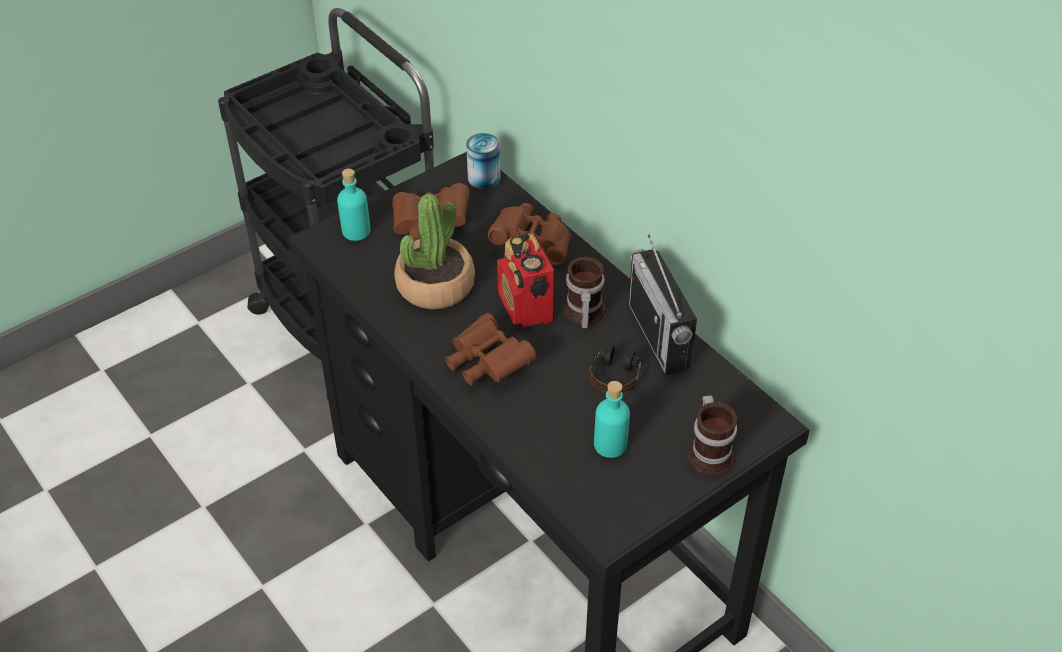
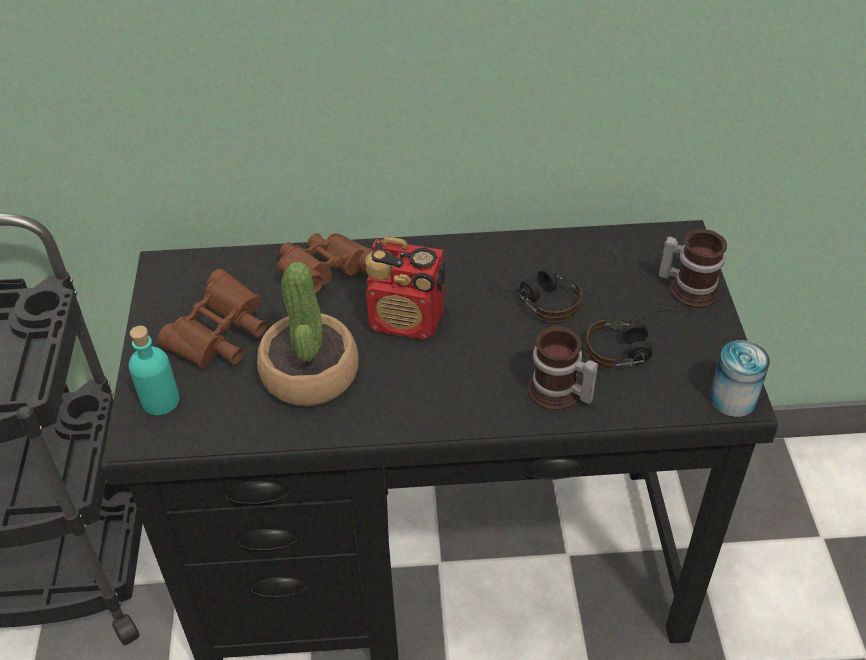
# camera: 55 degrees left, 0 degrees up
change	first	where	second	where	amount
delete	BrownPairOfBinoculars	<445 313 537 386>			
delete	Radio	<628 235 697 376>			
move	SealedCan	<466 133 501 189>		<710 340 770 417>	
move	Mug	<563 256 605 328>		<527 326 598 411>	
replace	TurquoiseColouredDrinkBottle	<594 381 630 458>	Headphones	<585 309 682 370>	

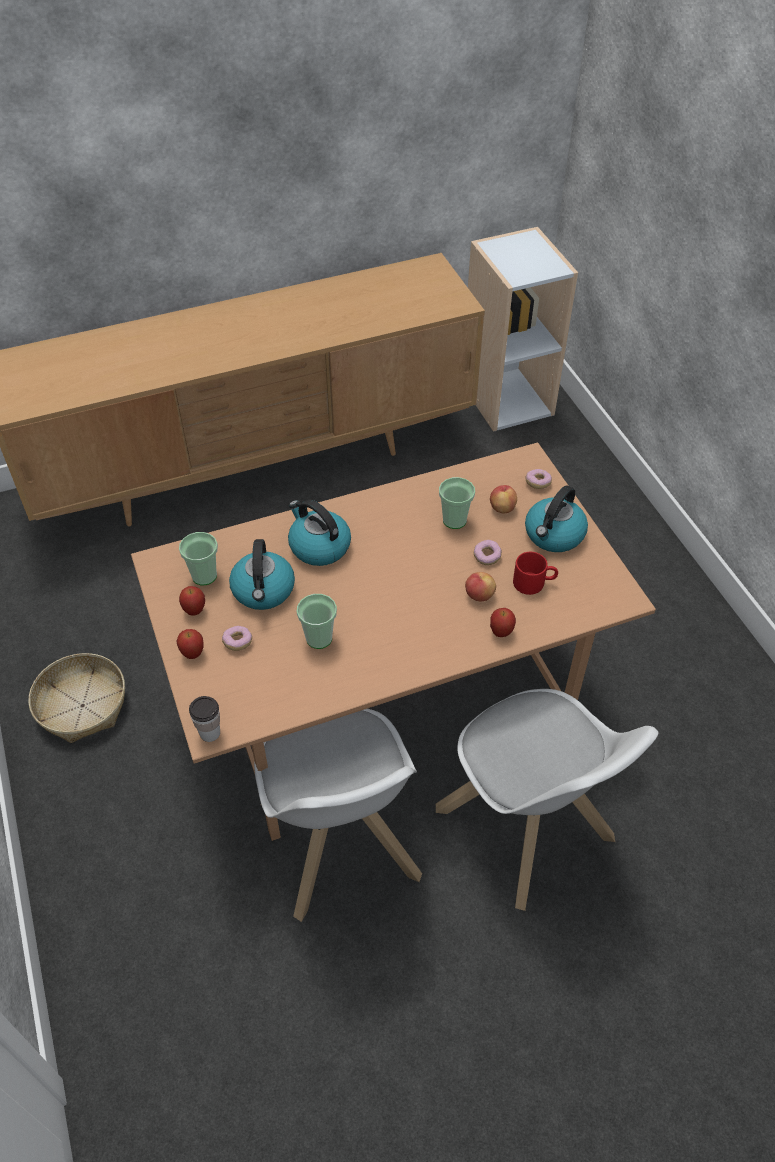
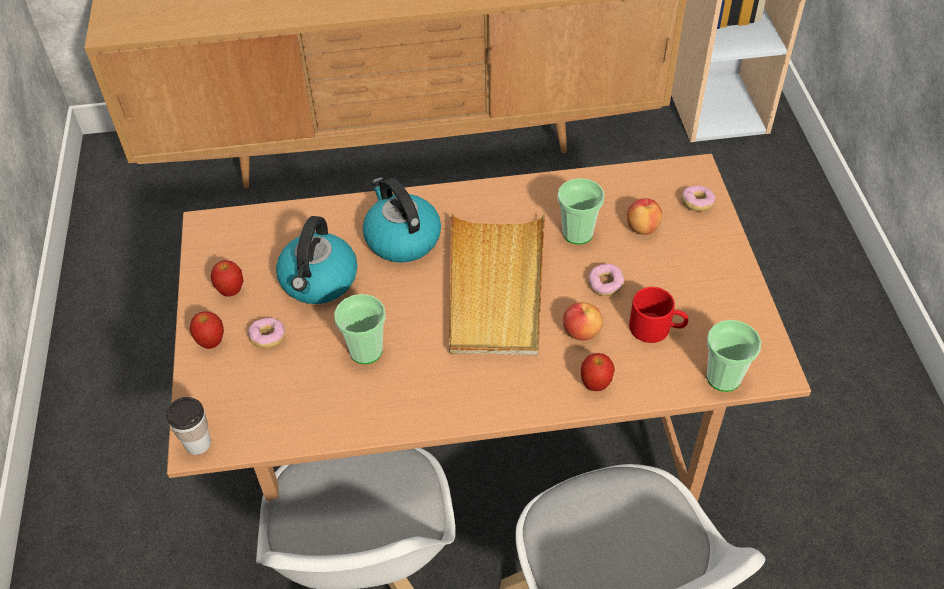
# camera: 15 degrees right, 0 degrees up
change	first	where	second	where	amount
delete	StorageBasket	<28 653 125 743>			
delete	TeaKettle	<525 486 588 552>			
insert			BeigeColouredServingTray	<449 213 545 355>	
move	Cup	<179 532 218 585>		<707 320 761 392>	

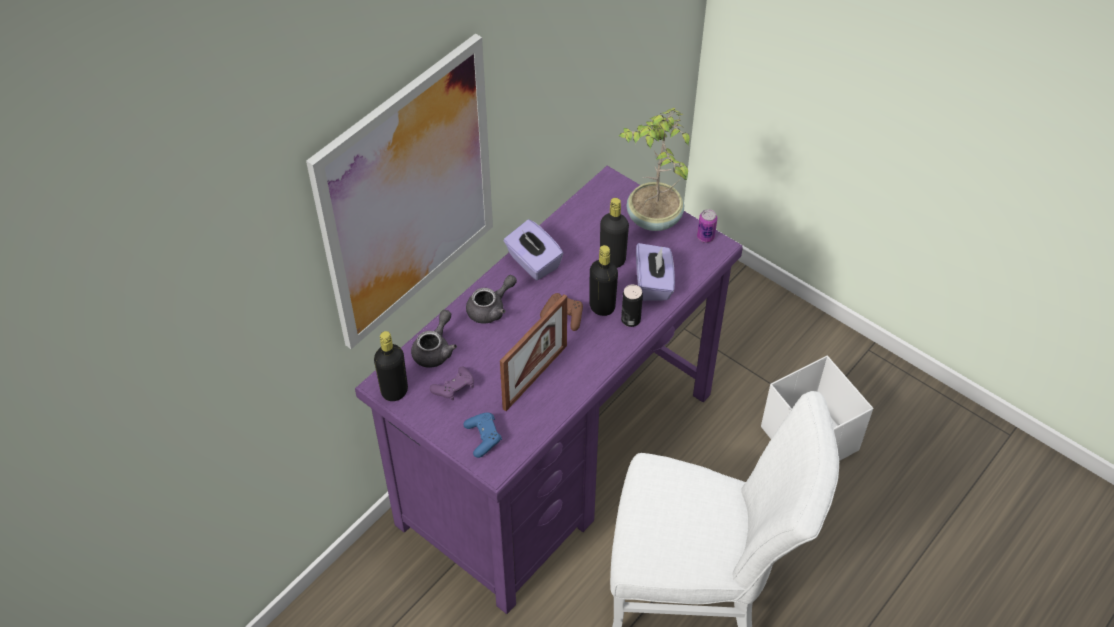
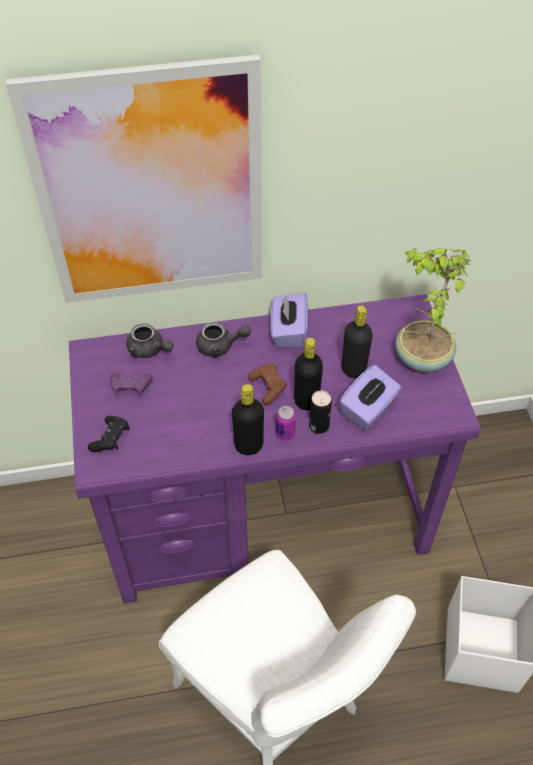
# camera: 40 degrees right, 0 degrees up
change	first	where	second	where	amount
delete	PhotoFrame	<500 294 567 411>			
move	BlackishDrinkBottle	<374 331 408 401>		<232 384 264 455>	
move	SealedCan	<697 209 717 243>		<276 406 296 441>	
recolor	BlueColouredGamepad	<463 413 502 458>	BlackishGamepad	<88 416 130 452>	
rotate	GreyishTeapot	<411 310 457 368>		<127 323 173 358>	60 degrees clockwise

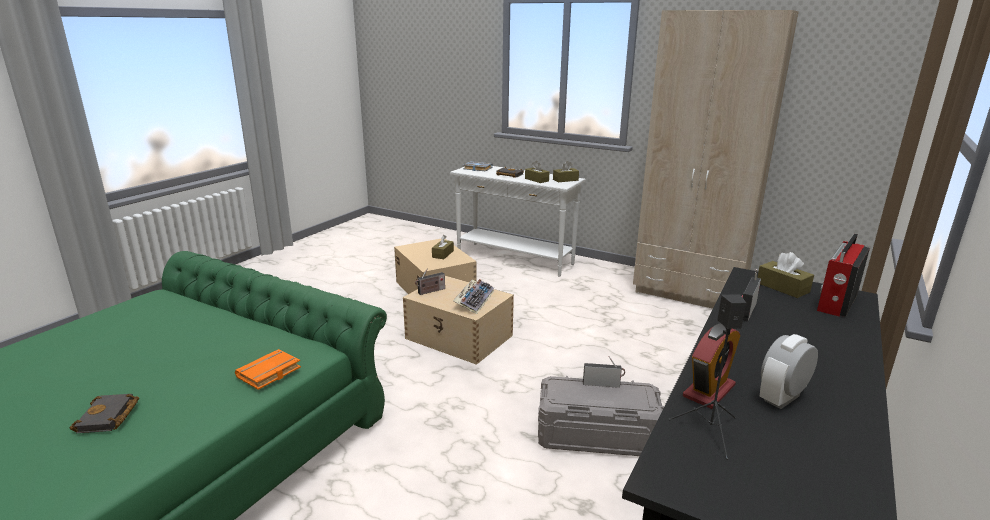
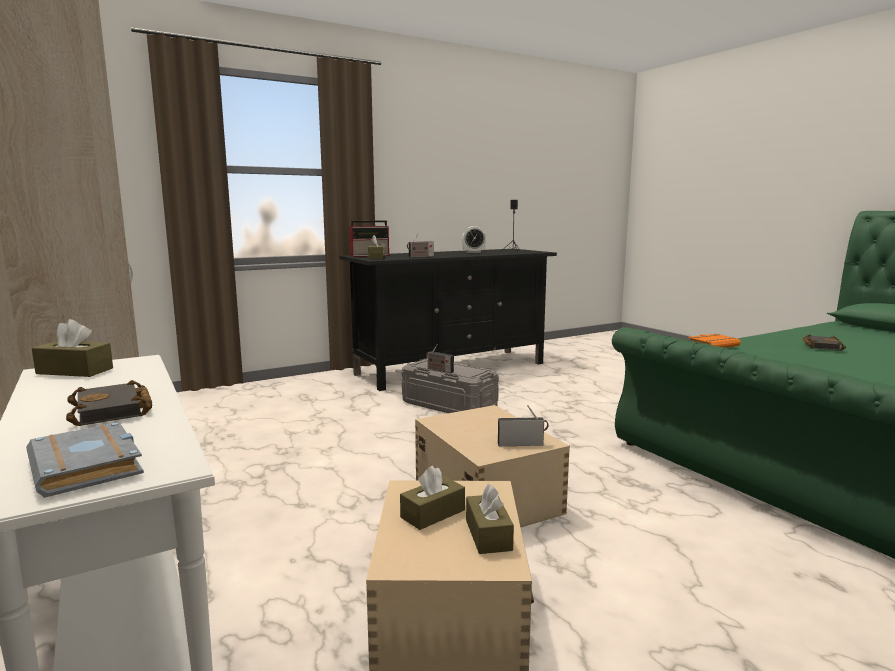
# camera: 150 degrees left, 10 degrees down
change	first	where	second	where	amount
delete	ComputerKeyboard	<453 279 494 314>			
delete	AlarmClock	<683 323 740 409>			
move	BrownTissueHolder	<525 161 549 183>		<466 484 514 554>	

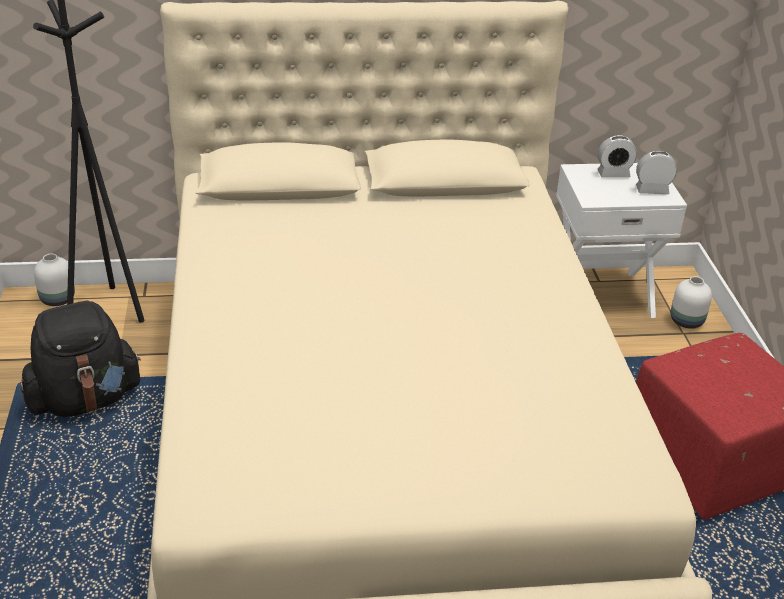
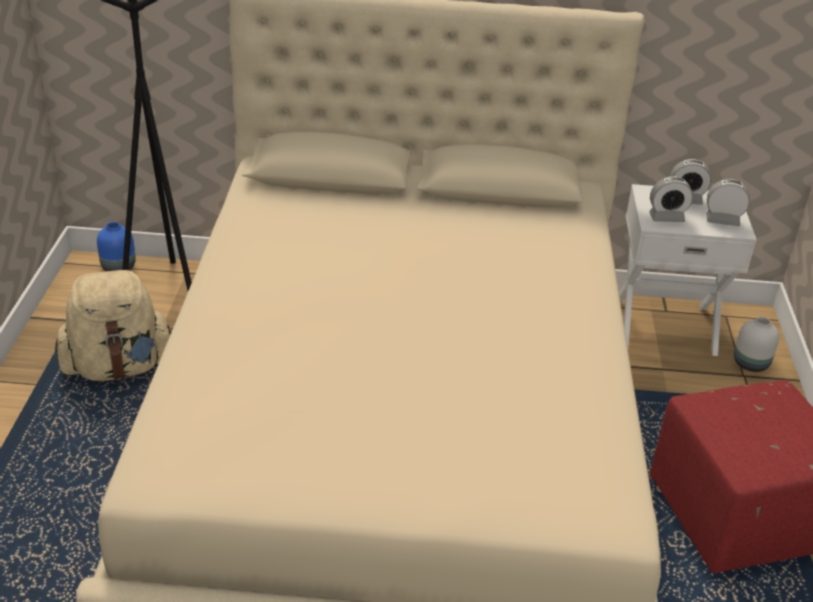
# camera: 10 degrees right, 0 degrees up
change	first	where	second	where	amount
insert			AlarmClock	<649 176 693 222>	
recolor	BlackishBackpack	<20 300 141 417>	BeigeColouredBackpack	<55 270 172 381>	
recolor	WhiteColouredVase	<34 254 75 306>	BlueColouredVase	<97 222 136 272>	

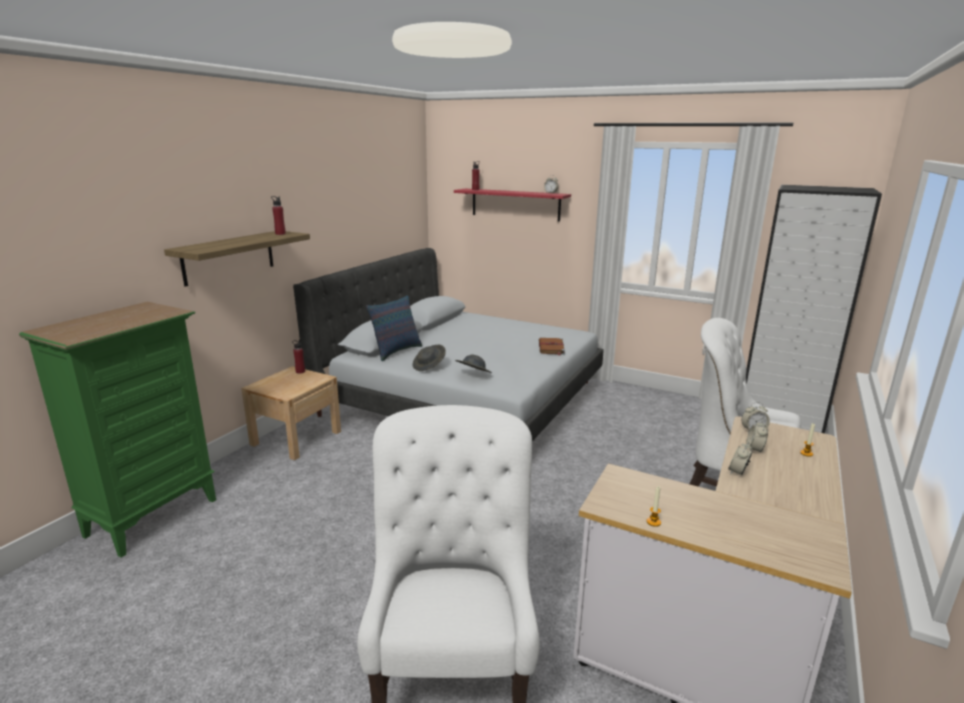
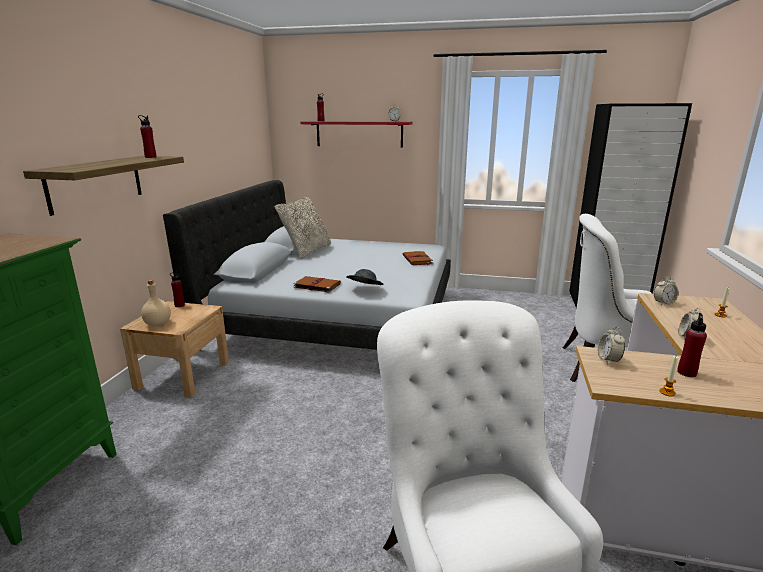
# camera: 15 degrees left, 0 degrees up
change	first	where	second	where	amount
delete	BlueColouredThrowPillow	<366 296 422 361>			
insert			BeigeColouredDrinkBottle	<141 280 171 326>	
insert			BeigeColouredThrowPillow	<274 197 331 259>	
insert			RedDrinkBottle	<677 313 707 377>	
move	AlarmClock	<746 420 768 452>		<598 327 625 364>	
replace	GreyishClothingHat	<412 345 446 371>	BrownBook	<294 276 341 293>	

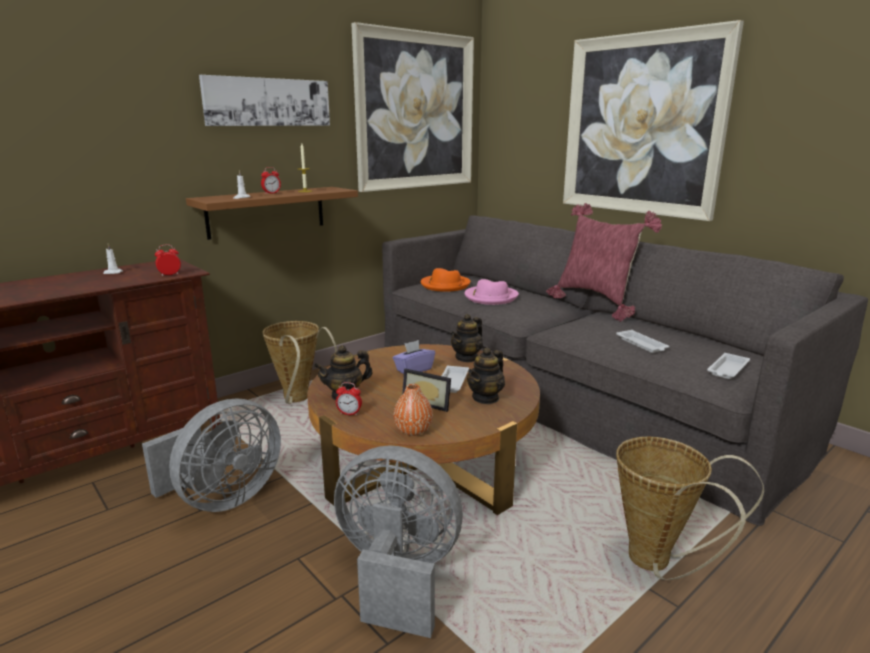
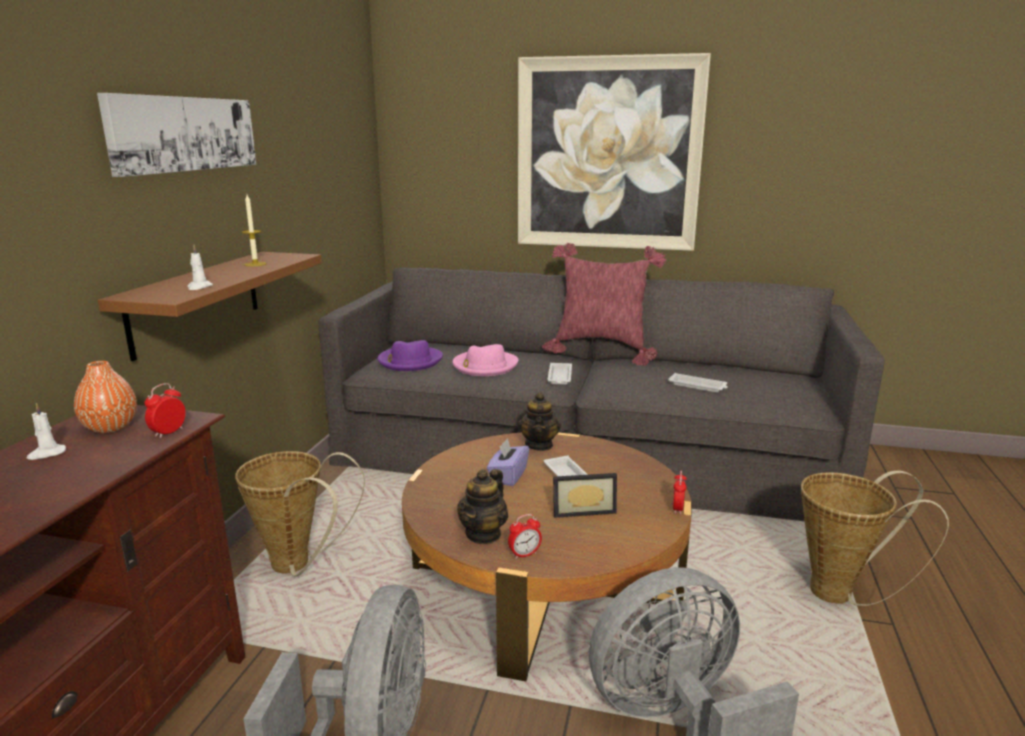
# camera: 35 degrees left, 0 degrees up
change	first	where	second	where	amount
delete	Picture	<351 22 474 192>			
delete	Teapot	<467 347 505 404>			
move	AlarmClock	<261 167 281 194>		<673 471 687 515>	
move	OrangeVase	<394 384 433 436>		<74 361 137 433>	
move	WhiteColouredServingTray	<707 353 750 379>		<547 363 572 385>	
recolor	OrangeClothingHat	<421 268 471 292>	PurpleClothingHat	<377 340 443 371>	

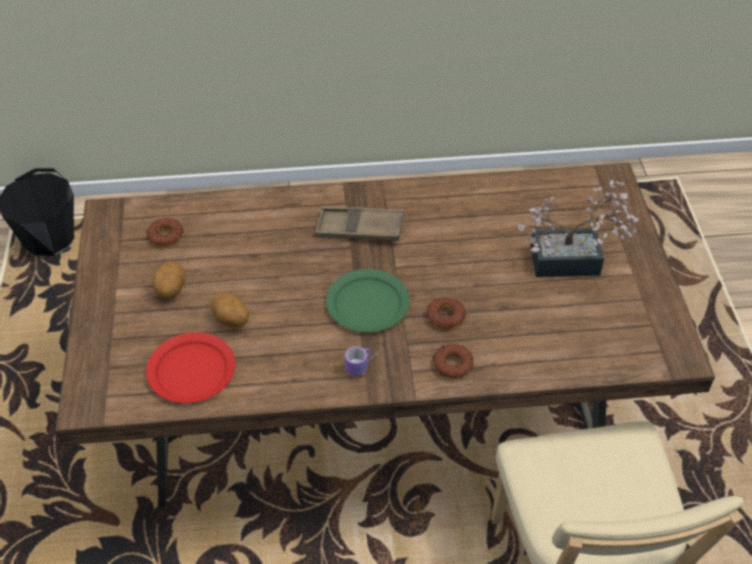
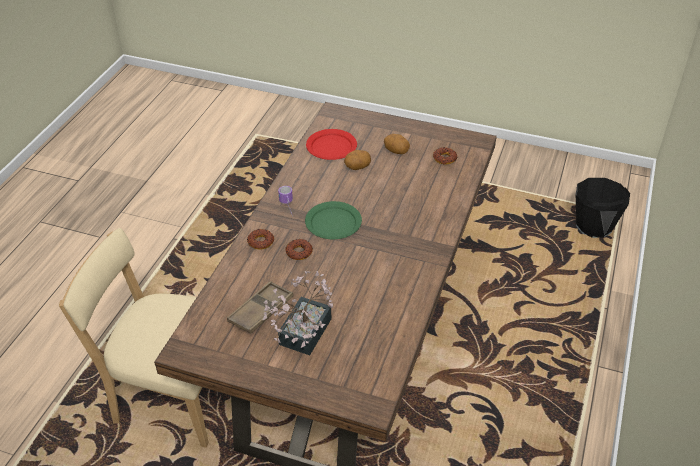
# camera: 115 degrees right, 5 degrees down
change	first	where	second	where	amount
move	BrownServingTray	<315 207 404 241>		<227 281 294 334>	

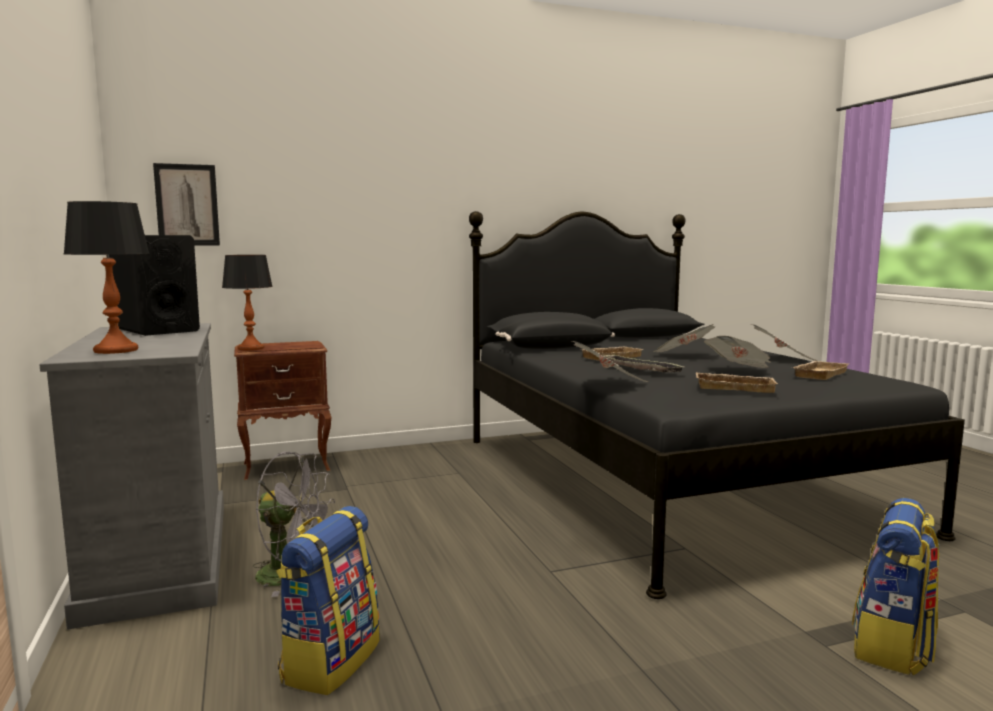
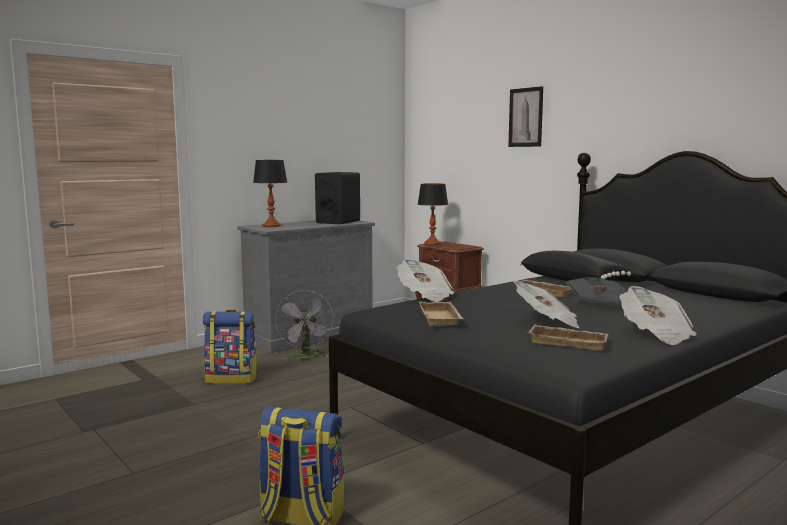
# camera: 70 degrees right, 0 degrees up
change	first	where	second	where	amount
delete	ServingTray	<604 354 683 372>			
move	Picture	<153 163 220 246>		<508 86 543 147>	

